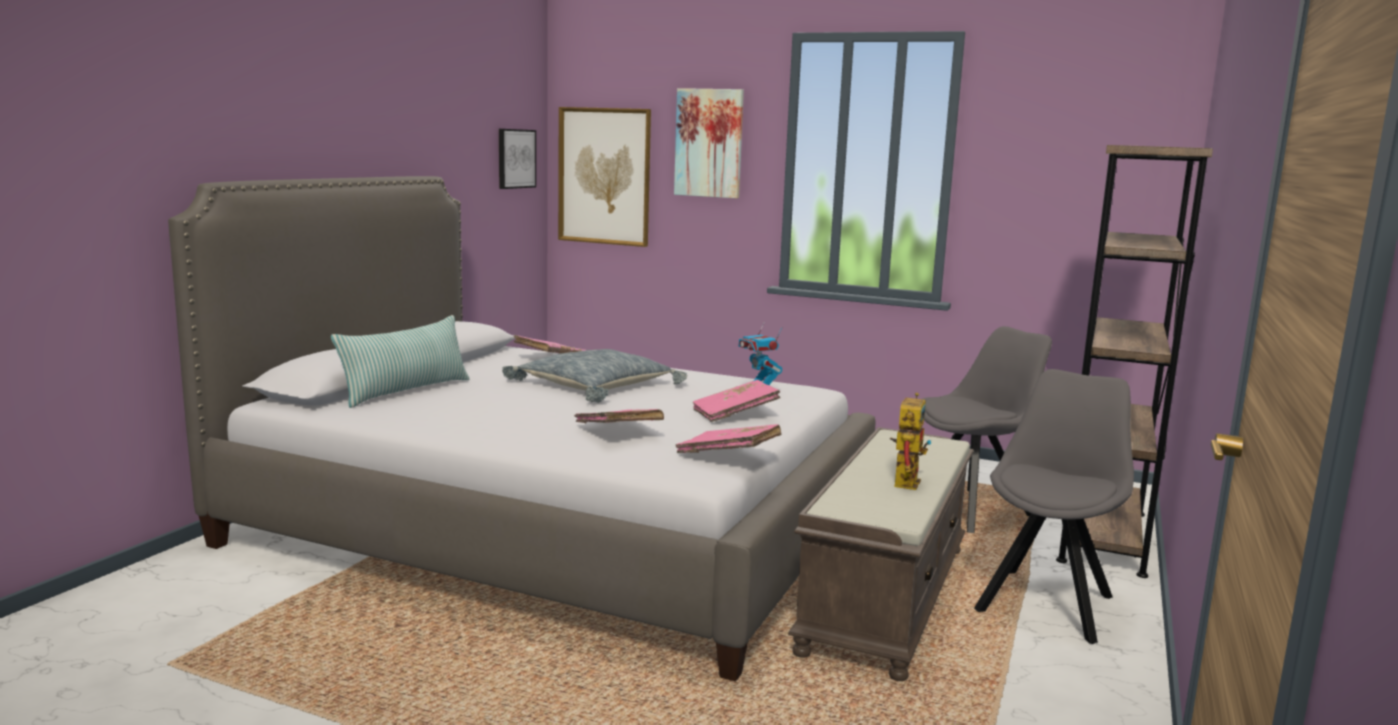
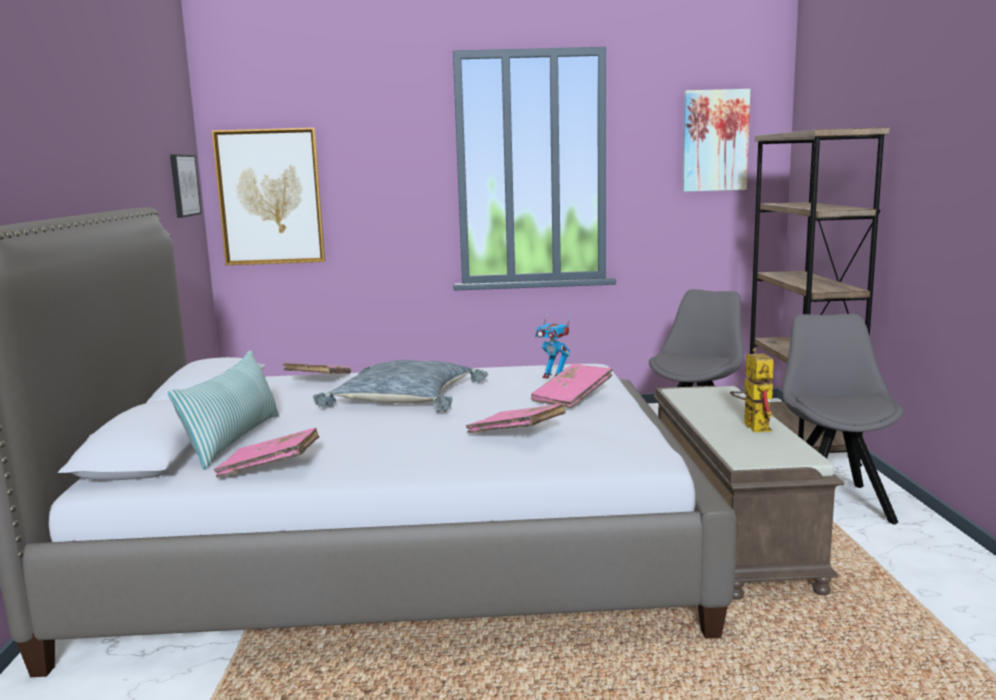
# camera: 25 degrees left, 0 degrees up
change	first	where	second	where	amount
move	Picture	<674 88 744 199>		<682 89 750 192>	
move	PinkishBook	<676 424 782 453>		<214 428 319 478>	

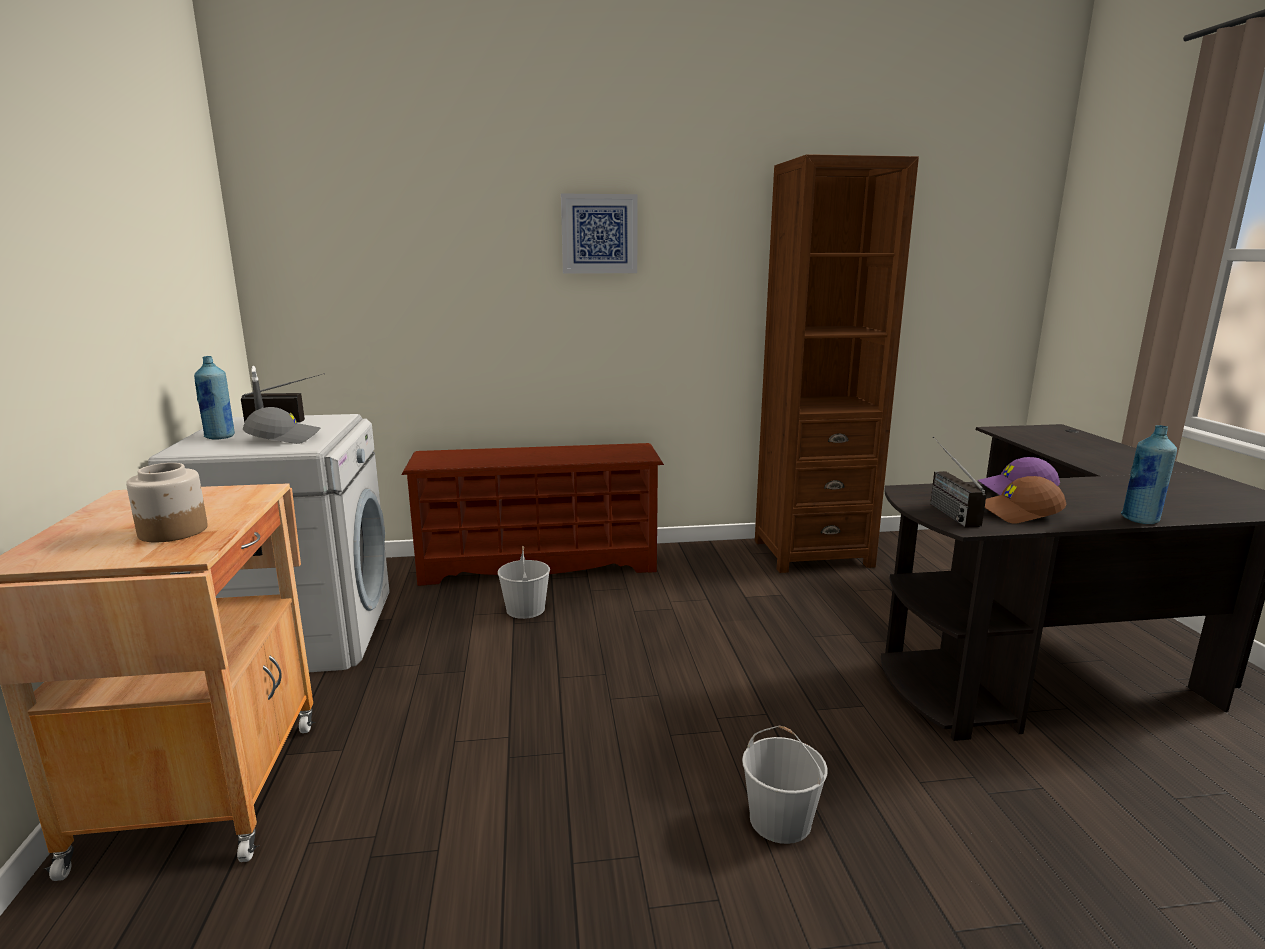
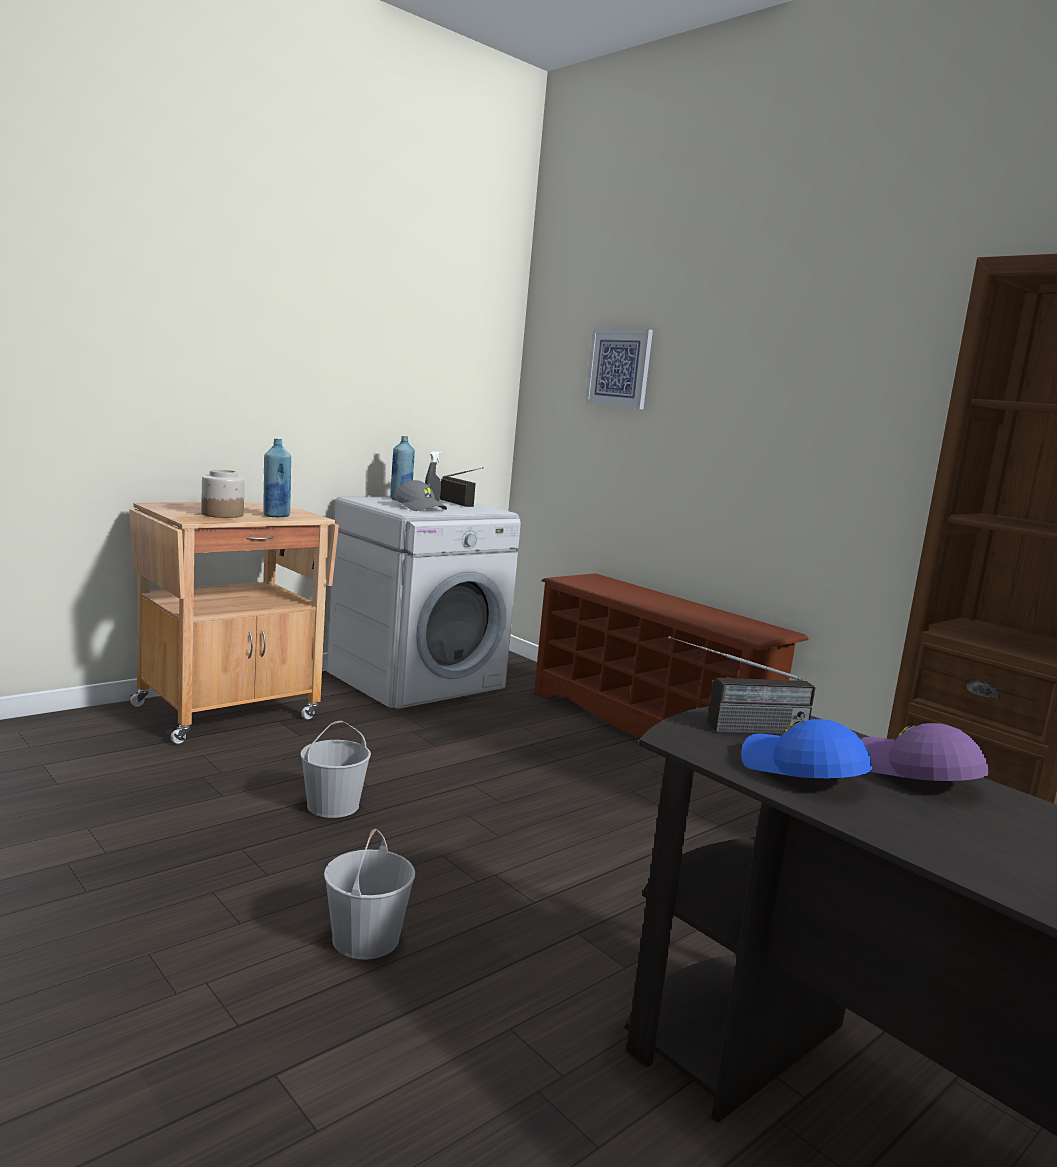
# camera: 55 degrees right, 5 degrees down
change	first	where	second	where	amount
move	WhiteColouredBucket	<498 546 550 619>		<300 721 371 818>	
move	Picture	<561 194 637 274>		<585 328 653 409>	
move	BlueColouredDrinkBottle	<1121 425 1177 524>		<263 439 291 517>	
recolor	BrownBaseballCap	<985 476 1066 524>	BlueColouredBaseballCap	<741 719 872 778>	
rotate	Radio	<930 436 986 528>		<668 636 815 734>	150 degrees counterclockwise

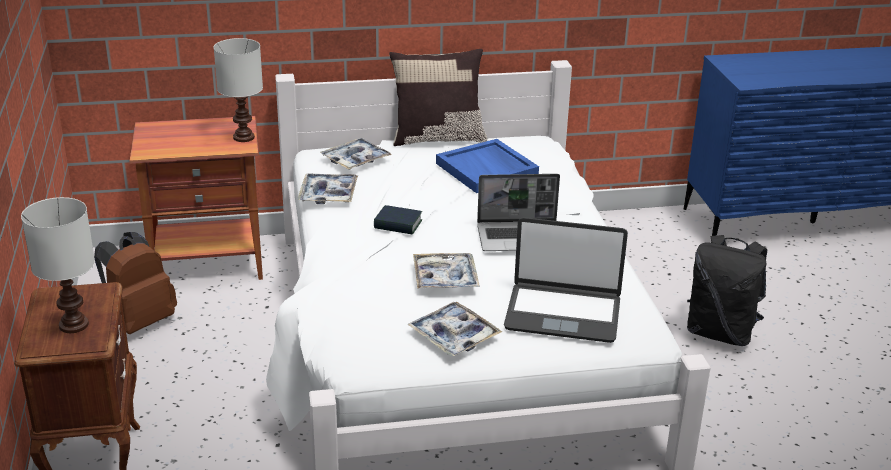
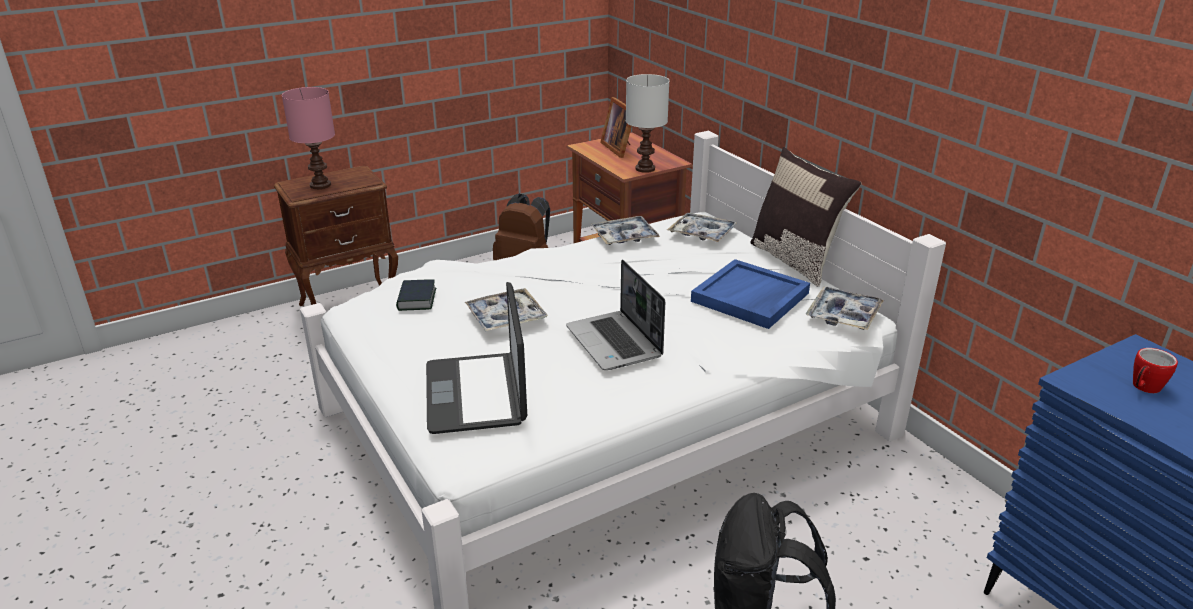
# camera: 70 degrees right, 0 degrees up
change	first	where	second	where	amount
insert			PhotoFrame	<600 97 632 158>	
insert			Mug	<1133 348 1178 393>	
move	Book	<374 205 422 235>		<396 279 436 311>	
move	ServingTray	<407 302 502 356>		<806 286 884 330>	
recolor	WhiteColouredLampForATable	<21 197 95 333>	PinkishLampForATable	<282 87 335 189>	

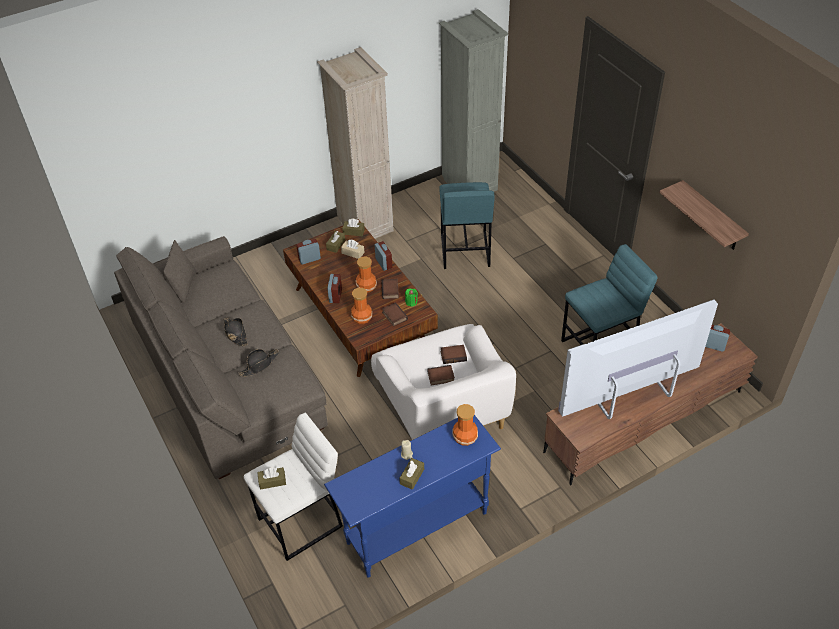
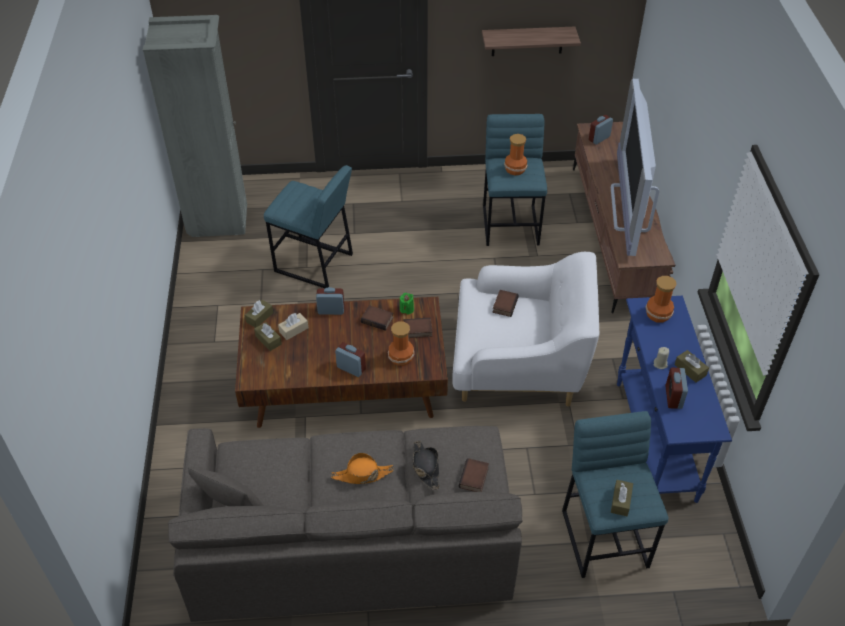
# camera: 65 degrees left, 0 degrees up
change	first	where	second	where	amount
delete	BeigeColouredCabinet	<317 47 394 239>			
move	AlarmClock	<296 239 321 264>		<666 368 688 409>	
move	Vase	<356 257 377 292>		<504 134 528 175>	
move	Book	<427 365 455 385>		<459 458 489 492>	
recolor	BlackishClothingHat	<223 318 248 346>	OrangeClothingHat	<331 453 394 484>	
recolor	WhiteColouredSittingStool	<244 413 343 561>	BlueColouredSittingStool	<562 411 668 578>	

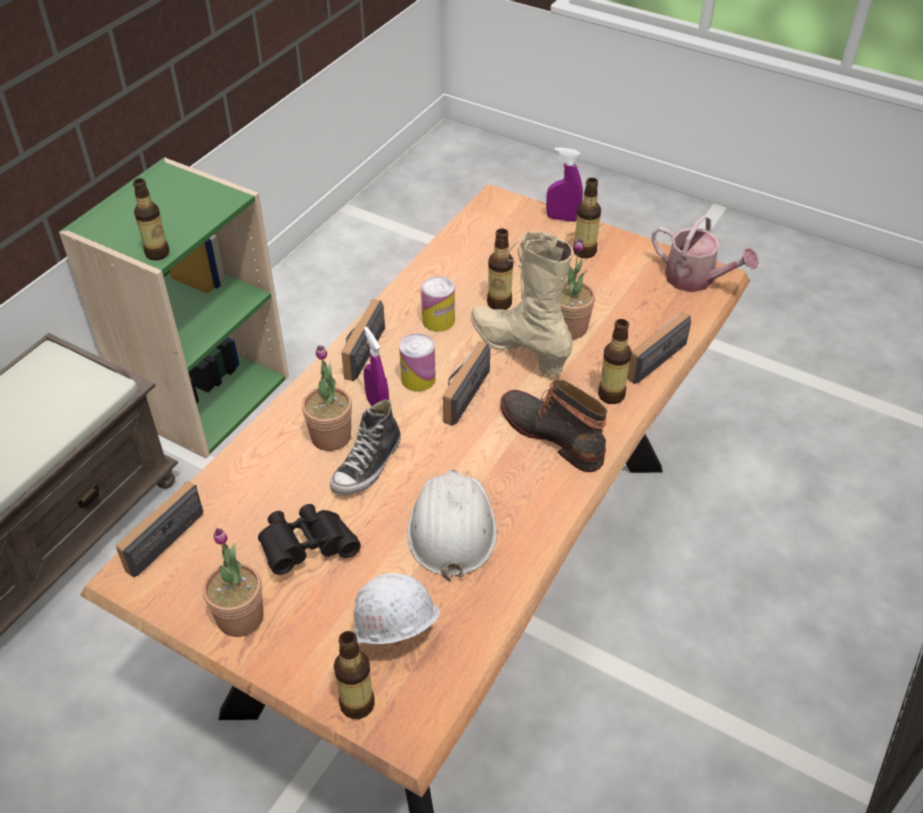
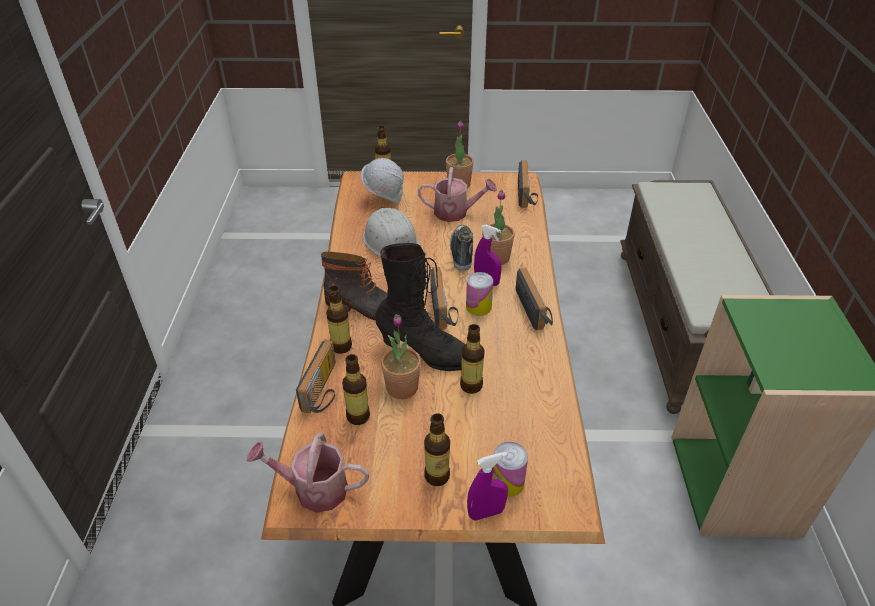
# camera: 150 degrees right, 5 degrees down
change	first	where	second	where	amount
move	DrinkBottle	<133 178 169 260>		<342 354 370 425>	
move	SealedCan	<421 276 455 332>		<492 442 528 497>	
replace	BlackishPairOfBinoculars	<258 504 361 575>	SprinklingCan	<418 167 497 222>	
recolor	BeigeColouredBoot	<471 231 573 376>	BlackishBoot	<375 243 465 371>	

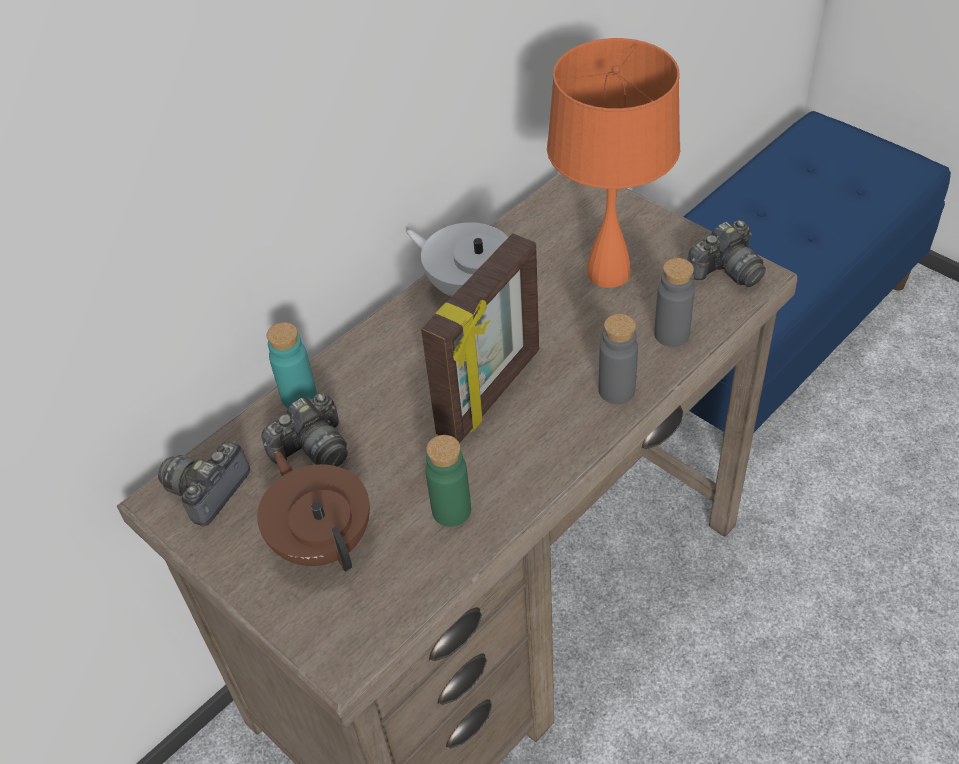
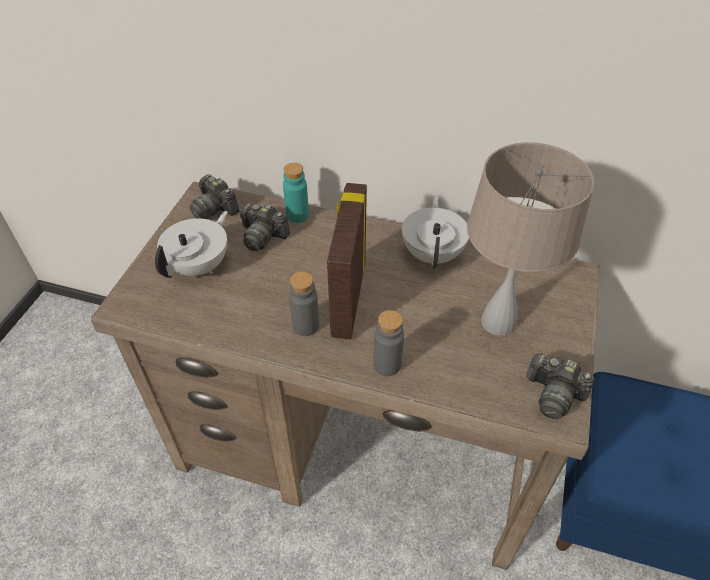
# camera: 60 degrees right, 0 degrees up
change	first	where	second	where	amount
delete	GreenColouredDrinkBottle	<425 435 471 527>			
move	GreyishDrinkBottle	<654 258 695 347>		<289 271 319 336>	
recolor	BrownTeapot	<257 451 370 571>	WhiteColouredTeapot	<155 211 228 278>	
recolor	OrangeLampForATable	<547 38 680 288>	BeigeColouredLampForATable	<467 142 594 336>	
rotate	PhotoCamera	<158 441 250 526>		<189 174 239 219>	135 degrees counterclockwise
rotate	PhotoFrame	<421 233 539 443>		<327 183 367 340>	90 degrees clockwise

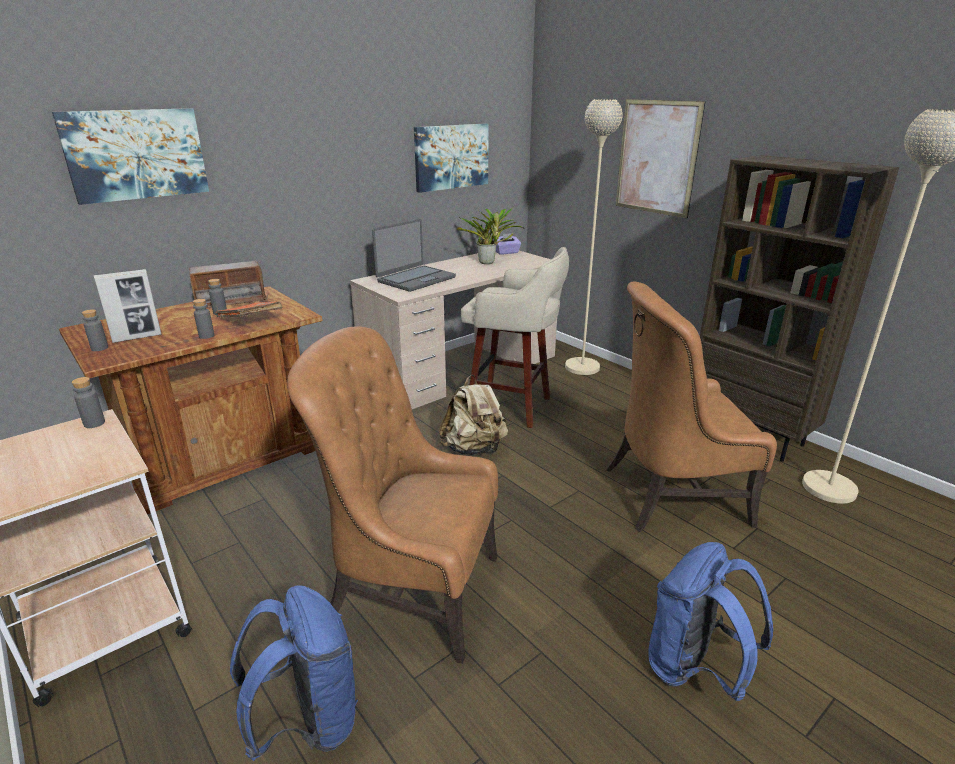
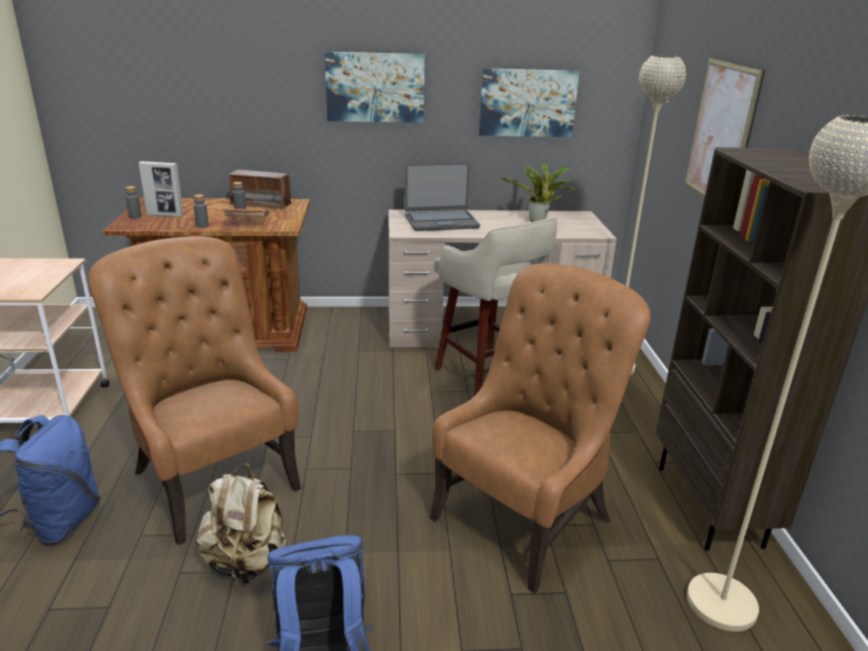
# camera: 35 degrees right, 0 degrees up
change	first	where	second	where	amount
delete	GreyishDrinkBottle	<72 377 105 428>			
delete	PurpleTissueHolder	<493 233 521 255>			
move	Picture	<52 108 209 205>		<325 52 425 123>	
move	BeigeColouredBackpack	<439 375 508 455>		<196 464 286 584>	
rotate	BrownPlainChair	<606 282 777 532>		<430 263 650 594>	105 degrees clockwise

